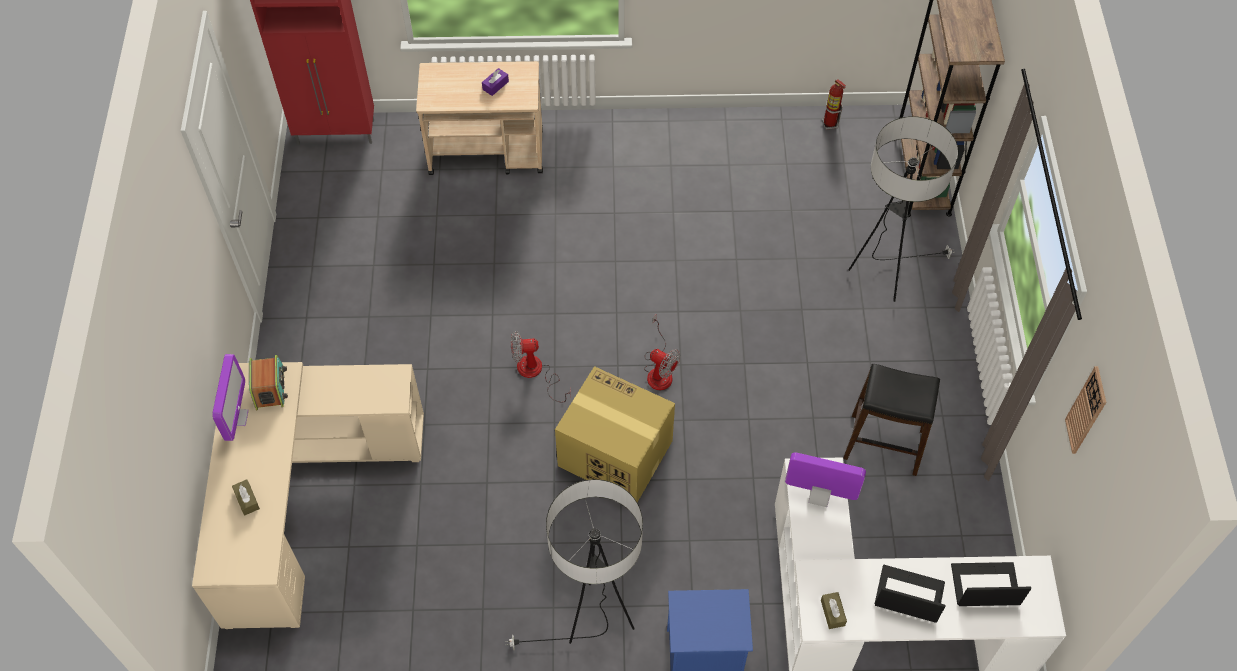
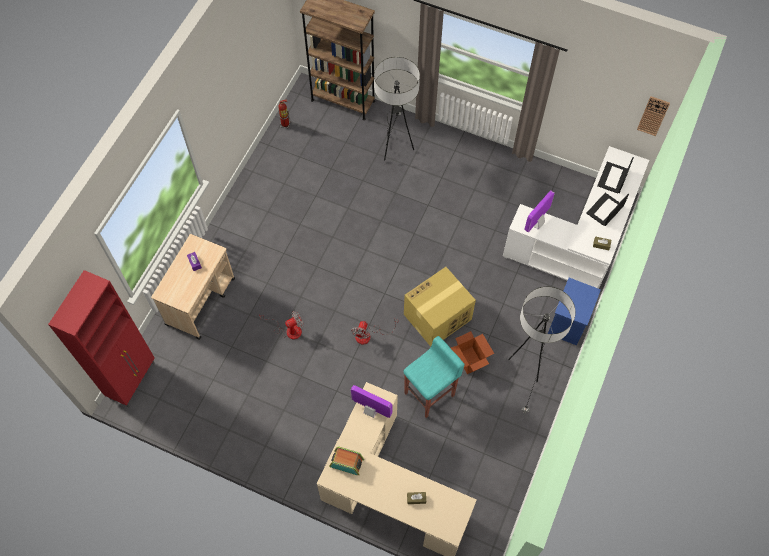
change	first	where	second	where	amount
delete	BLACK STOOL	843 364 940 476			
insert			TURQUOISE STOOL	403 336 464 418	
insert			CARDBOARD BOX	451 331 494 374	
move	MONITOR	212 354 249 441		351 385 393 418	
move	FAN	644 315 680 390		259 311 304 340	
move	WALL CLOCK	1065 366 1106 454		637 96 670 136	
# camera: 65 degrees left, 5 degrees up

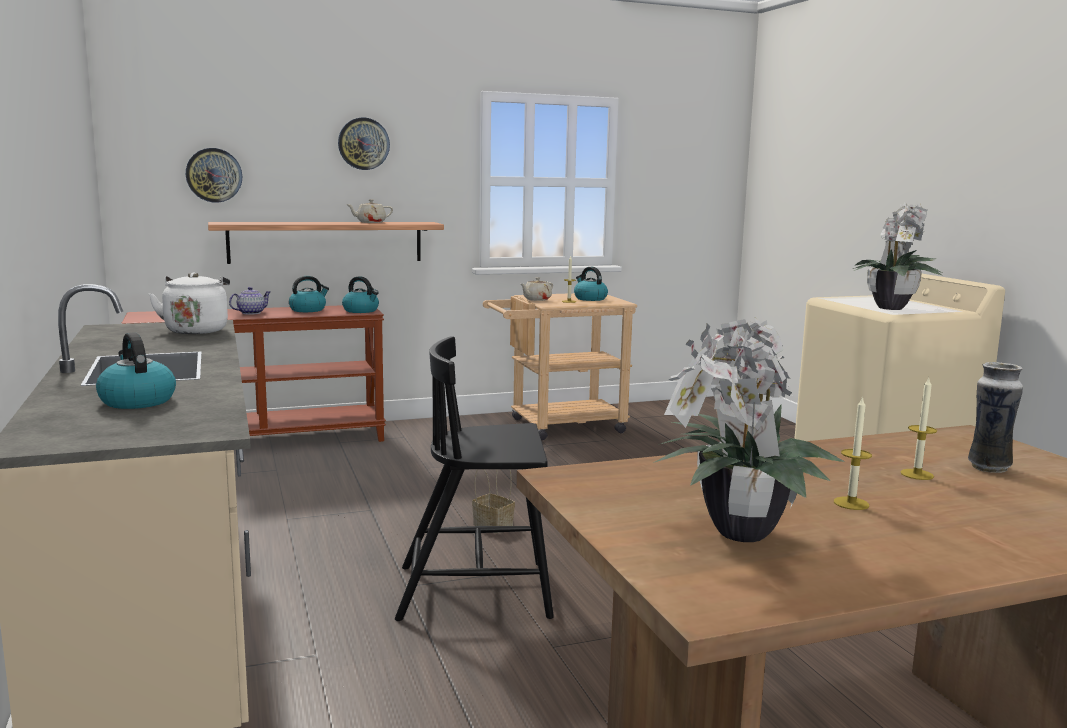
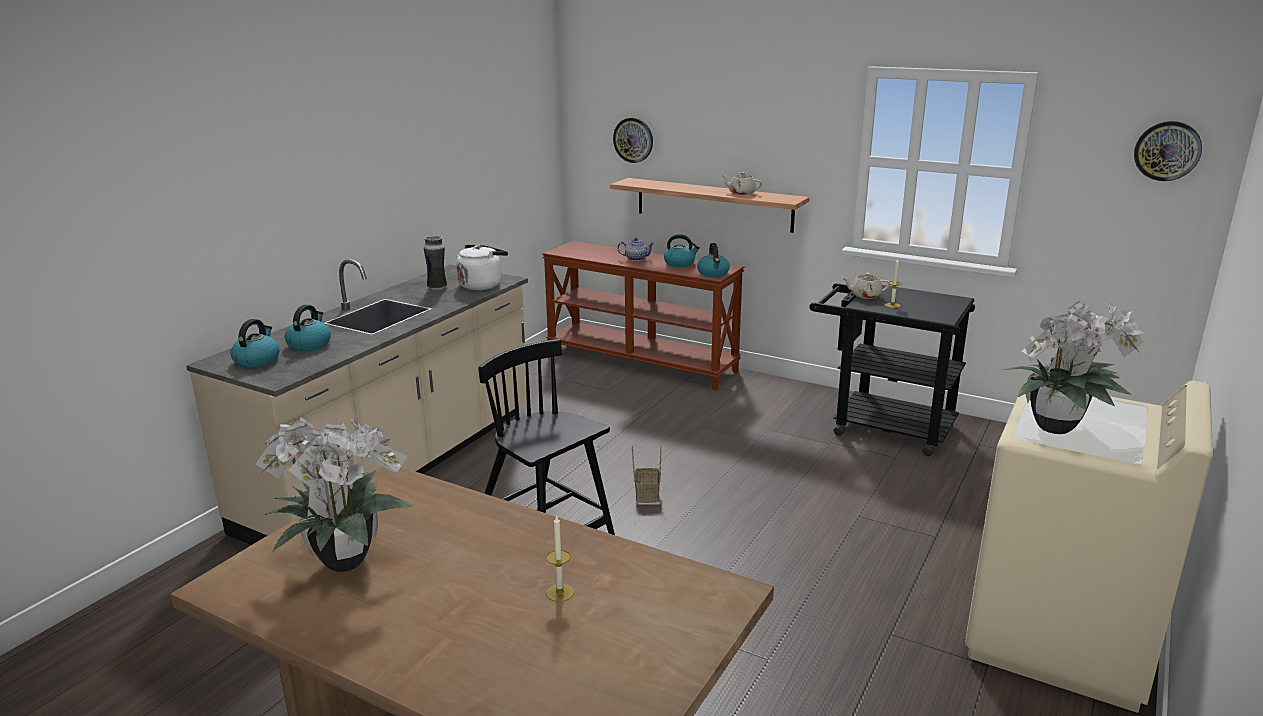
change	first	where	second	where	amount
delete	CANDLE	834 396 872 510			
move	WALL CLOCK	338 117 390 170		1134 121 1202 181	
move	KETTLE	574 267 608 301		230 319 280 368	
move	VASE	968 362 1023 473		424 235 447 291	
recolor	BEIGE CART	483 293 637 440	BLACK CART	809 283 975 456	
# camera: 50 degrees right, 10 degrees up

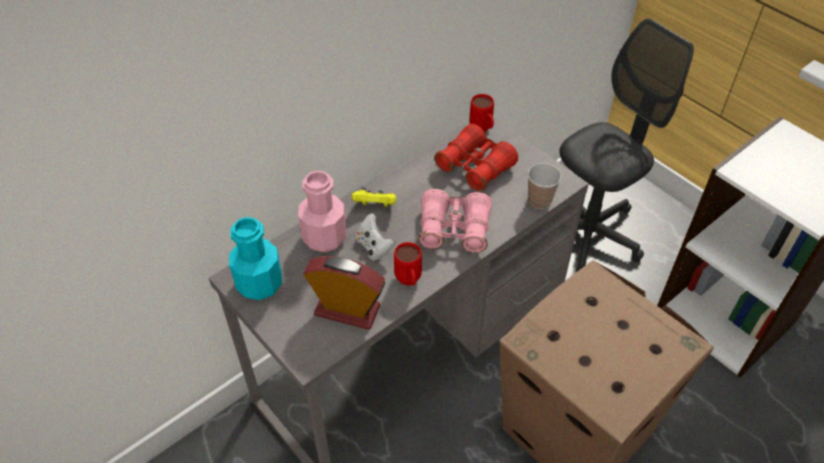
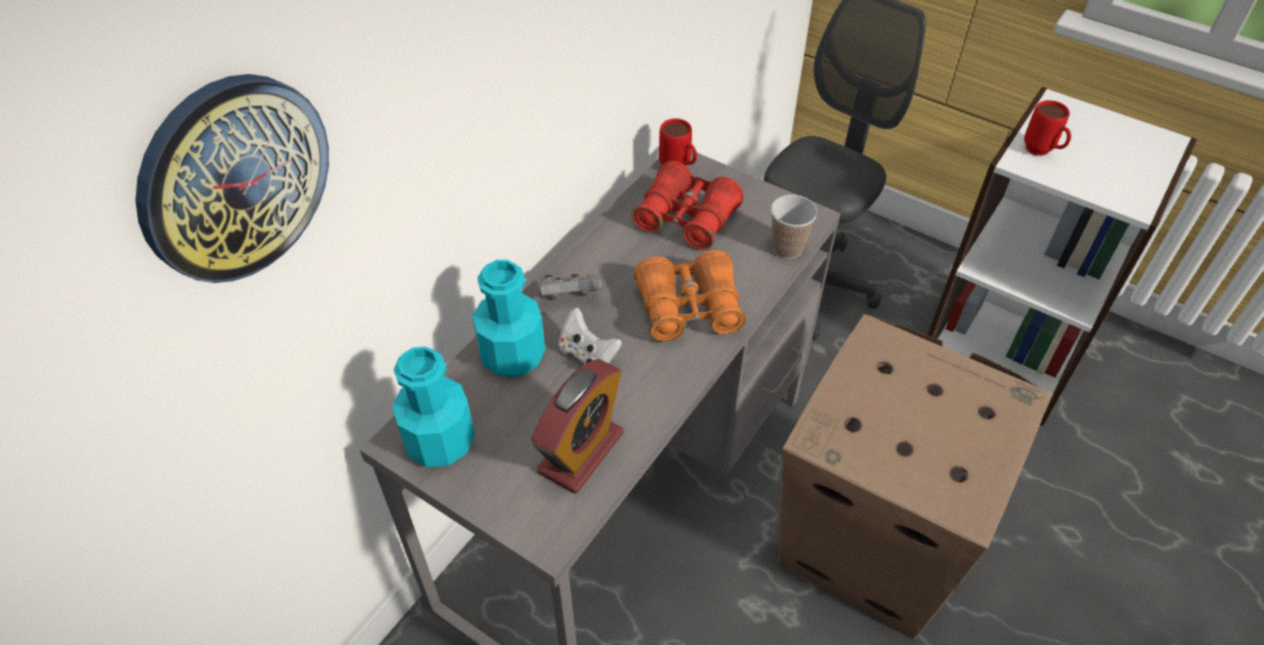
change	first	where	second	where	amount
insert			WALL CLOCK	135 74 329 283	
move	RED MUG	394 242 422 286		1024 100 1071 156	
recolor	PINK BOTTLE	298 171 346 252	TURQUOISE BOTTLE	472 260 545 377	
recolor	YELLOW GAME CONTROLLER	351 188 397 207	GREY GAME CONTROLLER	537 274 602 299	
recolor	PINK BINOCULARS	418 189 492 253	ORANGE BINOCULARS	634 250 746 342	
rotate	ALARM CLOCK	303 256 385 330		531 359 623 494	120 degrees clockwise
# camera: 15 degrees left, 0 degrees up

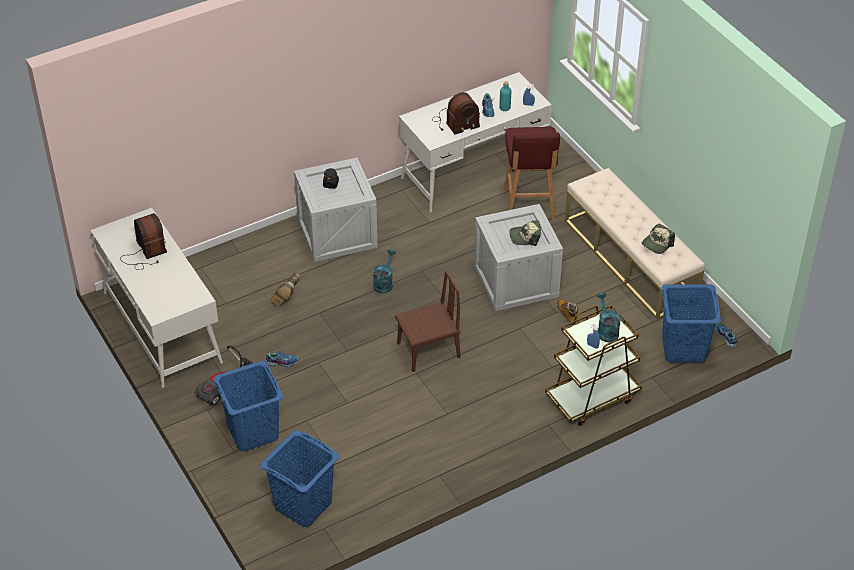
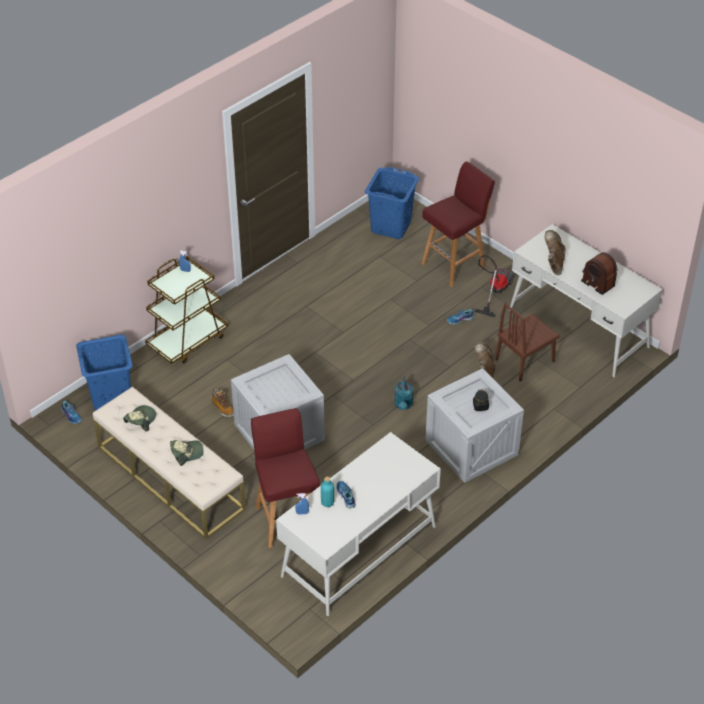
change	first	where	second	where	amount
delete	RADIO	432 92 480 134			
delete	TURQUOISE WATERING CAN	597 292 621 343			
insert			BROWN BOOT	544 230 566 275	
move	BROWN CHAIR	395 270 460 372		495 303 560 382	
move	CAP	509 220 541 246		170 440 204 466	
replace	BLUE LAUNDRY BASKET	213 361 283 452	RED STOOL	422 161 495 287	
# camera: 165 degrees right, 0 degrees up

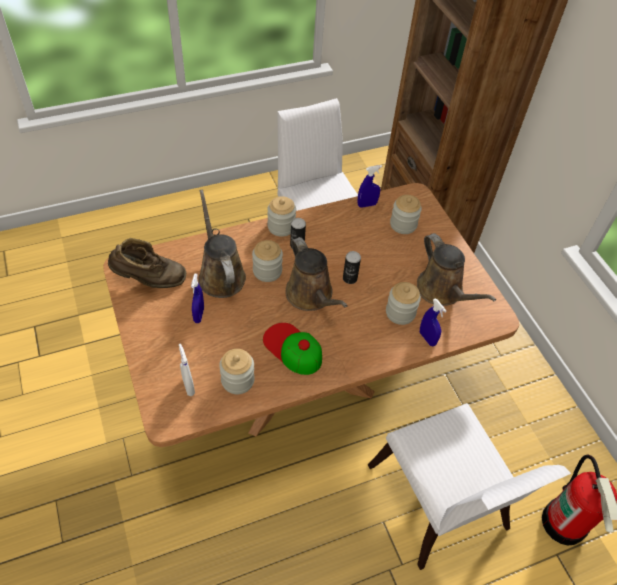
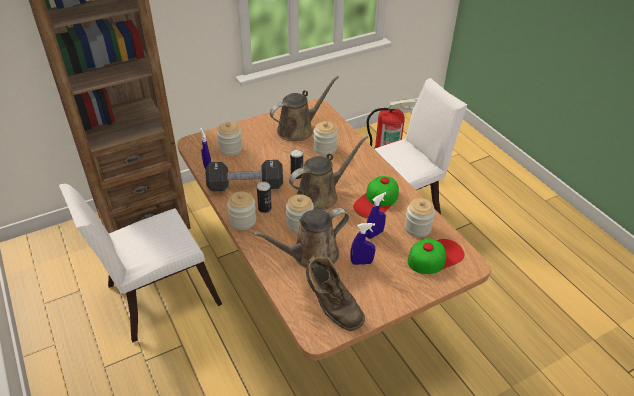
change	first	where	second	where	amount
insert			BLACK DUMBBELL	206 160 283 192	
move	BLUE SPRAY BOTTLE	420 298 446 346		366 192 386 239	
replace	WHITE SPRAY BOTTLE	179 344 195 396	CAP	408 238 464 274	
rotate	BROWN BOOT	108 238 186 288		306 256 365 331	150 degrees clockwise
# camera: 95 degrees left, 10 degrees down

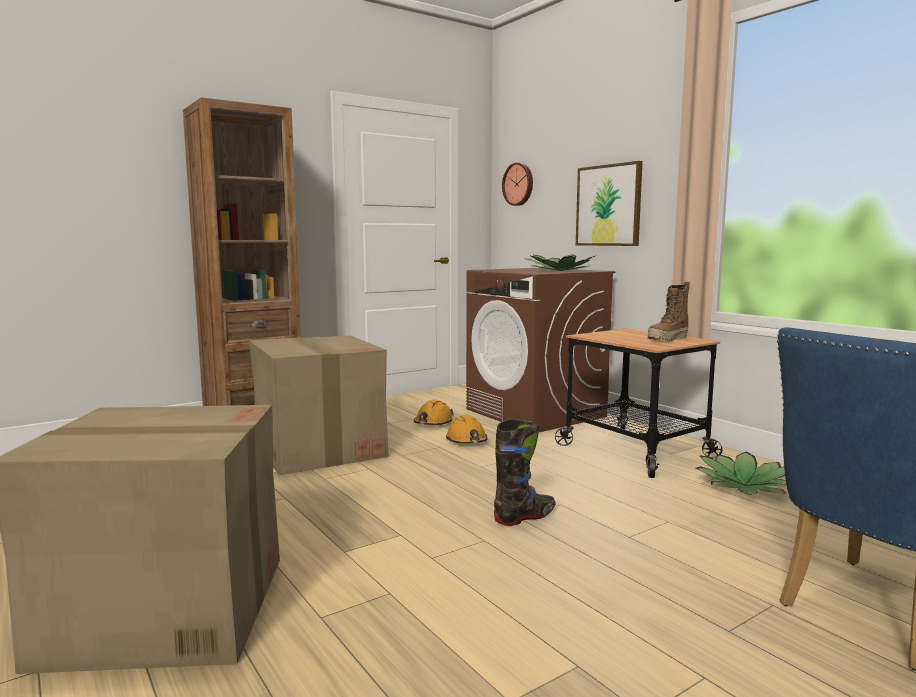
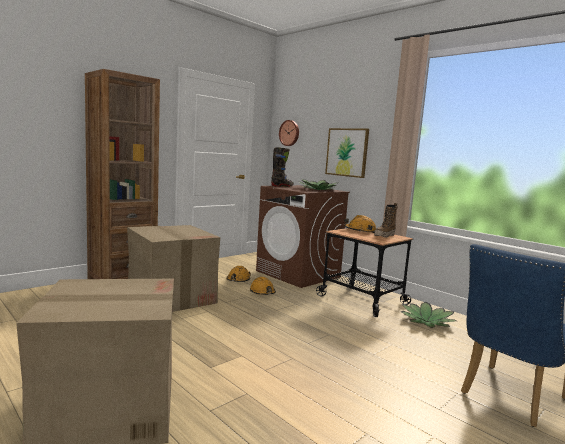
change	first	where	second	where	amount
insert			ORANGE HARD HAT	344 215 376 233	
move	BLACK BOOT	494 419 556 526		271 147 294 187	
# camera: 10 degrees left, 0 degrees up

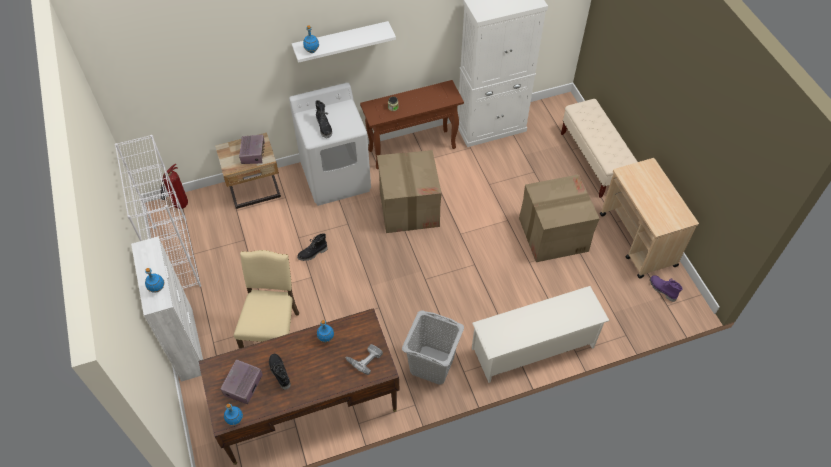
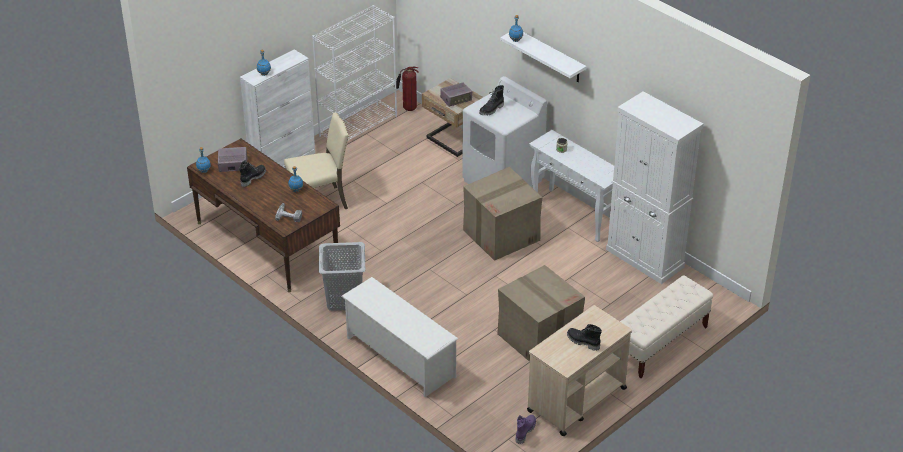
change	first	where	second	where	amount
move	BLACK BOOT	297 234 328 261		567 324 602 351	
recolor	BROWN CONSOLE TABLE	360 80 464 169	WHITE CONSOLE TABLE	529 130 614 242	
# camera: 65 degrees right, 15 degrees down

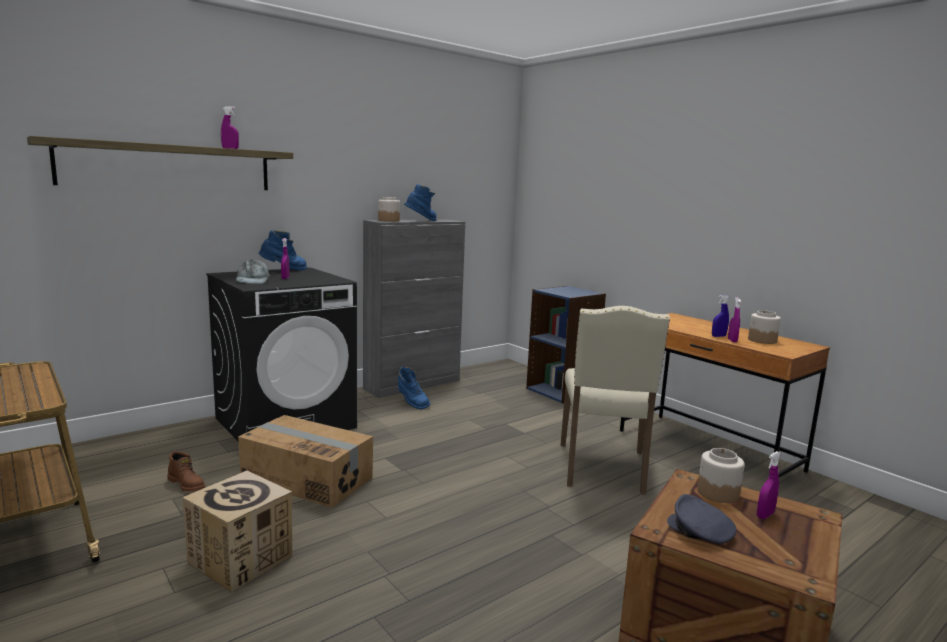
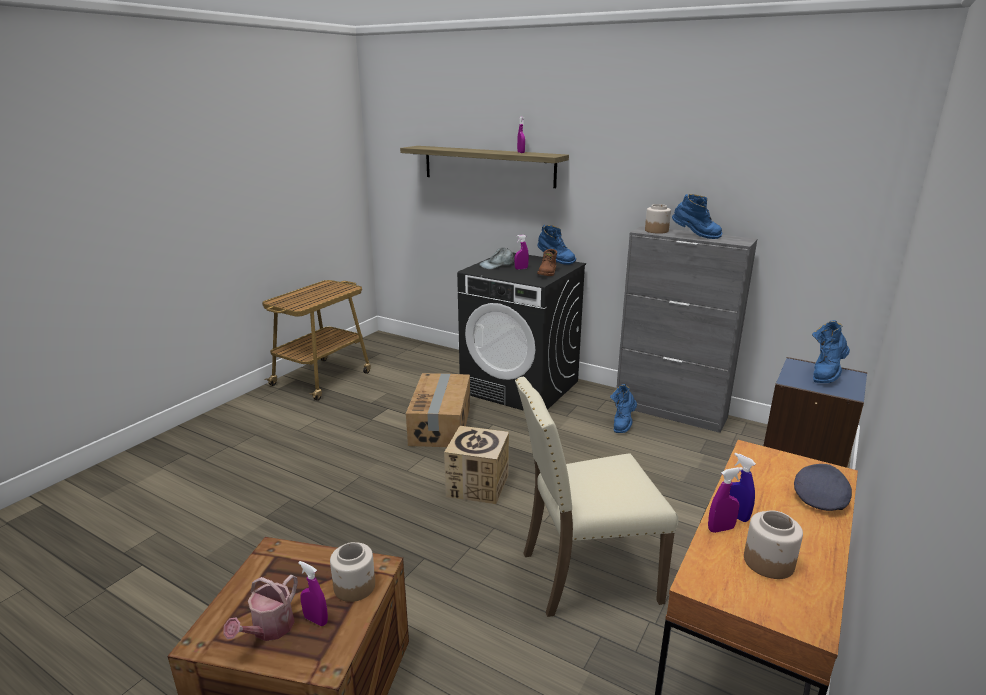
change	first	where	second	where	amount
insert			WATERING CAN	223 575 298 641	
insert			BLUE BOOT	812 320 850 383	
move	BROWN BOOT	167 451 205 491		537 249 557 276	
move	CARDBOARD BOX	183 471 292 592		444 426 509 504	
move	GREY CAP	667 494 736 544		794 464 852 511	
# camera: 70 degrees right, 10 degrees up

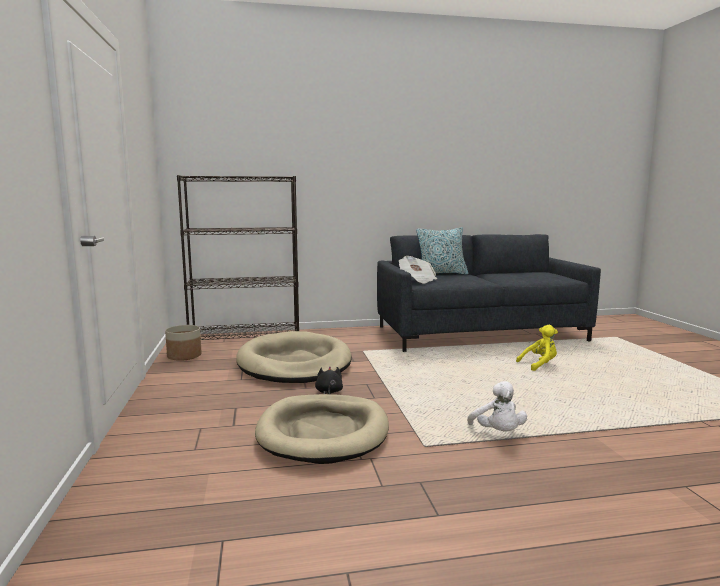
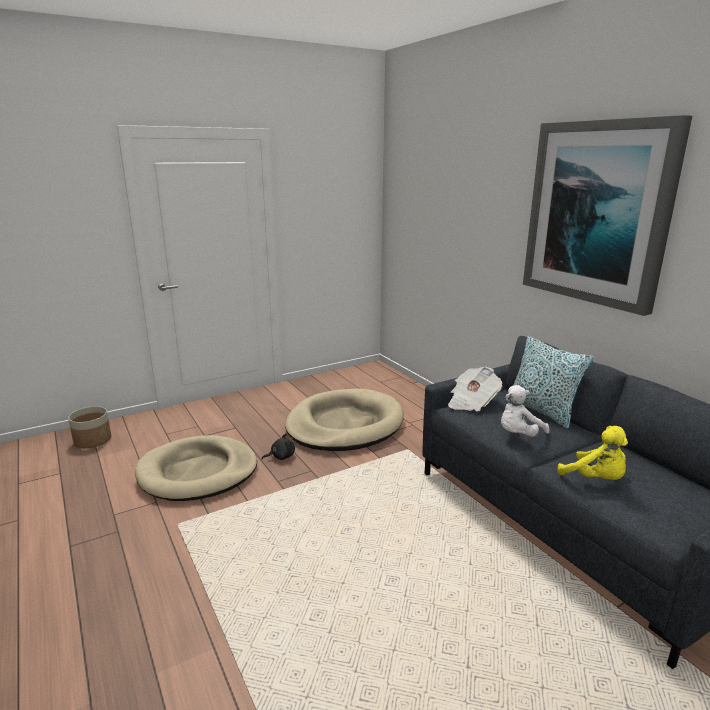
change	first	where	second	where	amount
delete	BLACK BOOKCASE	177 175 299 340			
insert			PICTURE	523 115 692 316	
move	PLANTER	165 325 202 361		68 406 111 448	
move	WHITE PLUSH TOY	467 381 527 432		501 385 549 437	
move	YELLOW PLUSH TOY	516 325 558 371		557 426 628 480	
# camera: 70 degrees right, 10 degrees up

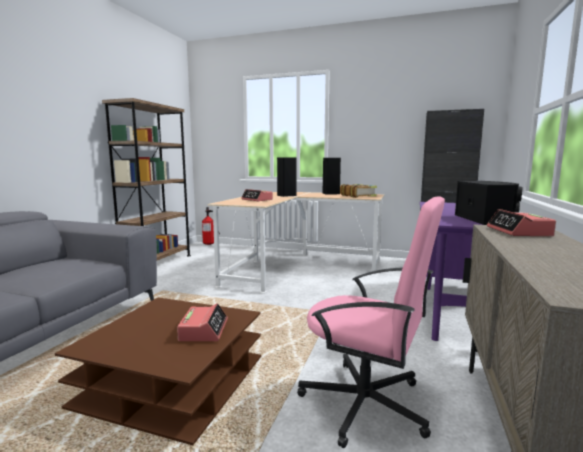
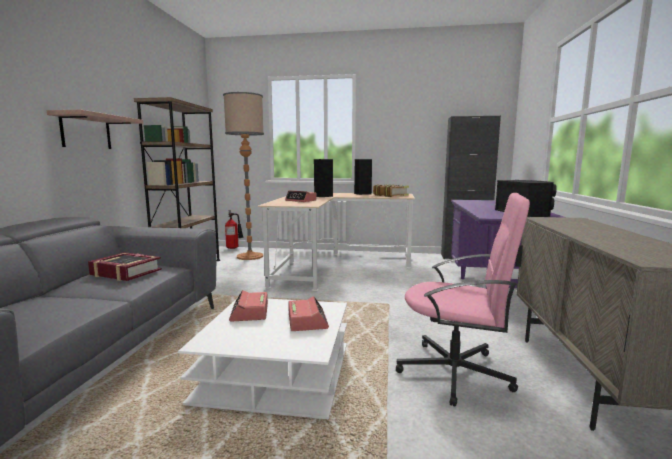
change	first	where	second	where	amount
insert			SHELF	47 110 143 149	
insert			BOOK	88 252 162 281	
insert			FLOOR LAMP	223 92 264 260	
move	ALARM CLOCK	487 209 556 236		229 290 268 321	
recolor	BROWN COFFEE TABLE	55 298 261 446	WHITE COFFEE TABLE	178 299 347 419	
# camera: 10 degrees left, 0 degrees up

